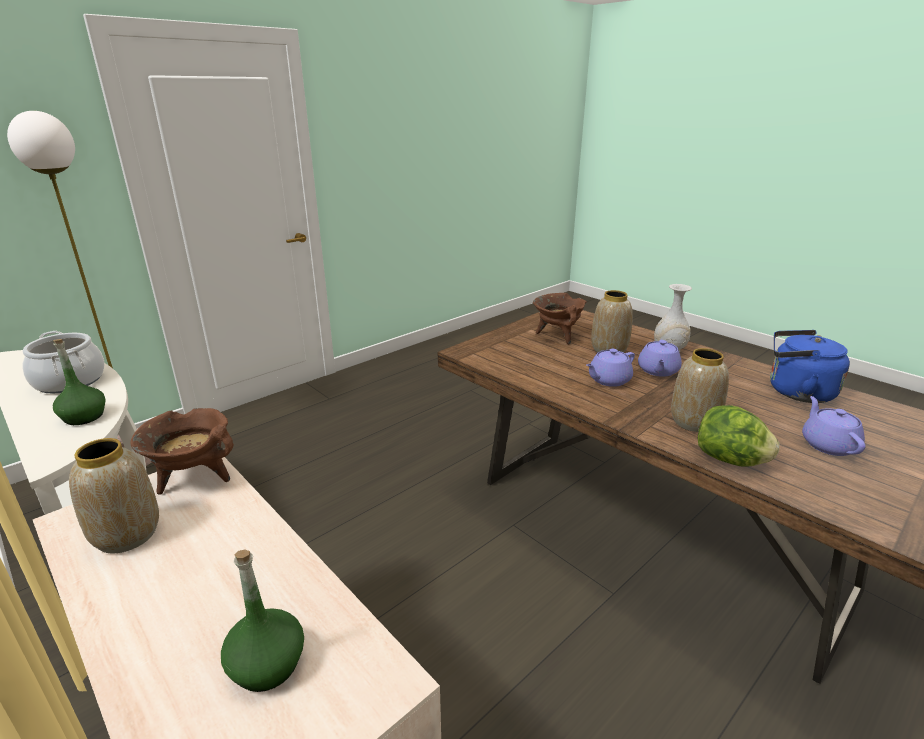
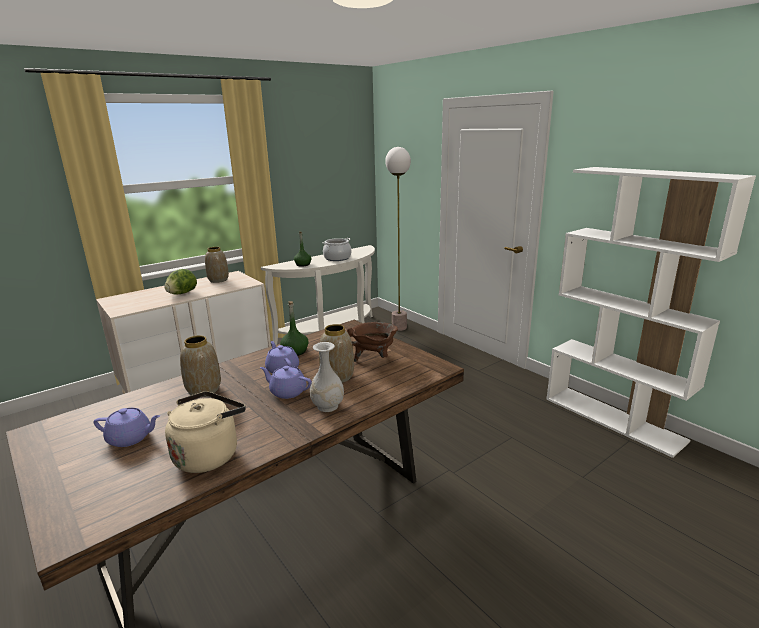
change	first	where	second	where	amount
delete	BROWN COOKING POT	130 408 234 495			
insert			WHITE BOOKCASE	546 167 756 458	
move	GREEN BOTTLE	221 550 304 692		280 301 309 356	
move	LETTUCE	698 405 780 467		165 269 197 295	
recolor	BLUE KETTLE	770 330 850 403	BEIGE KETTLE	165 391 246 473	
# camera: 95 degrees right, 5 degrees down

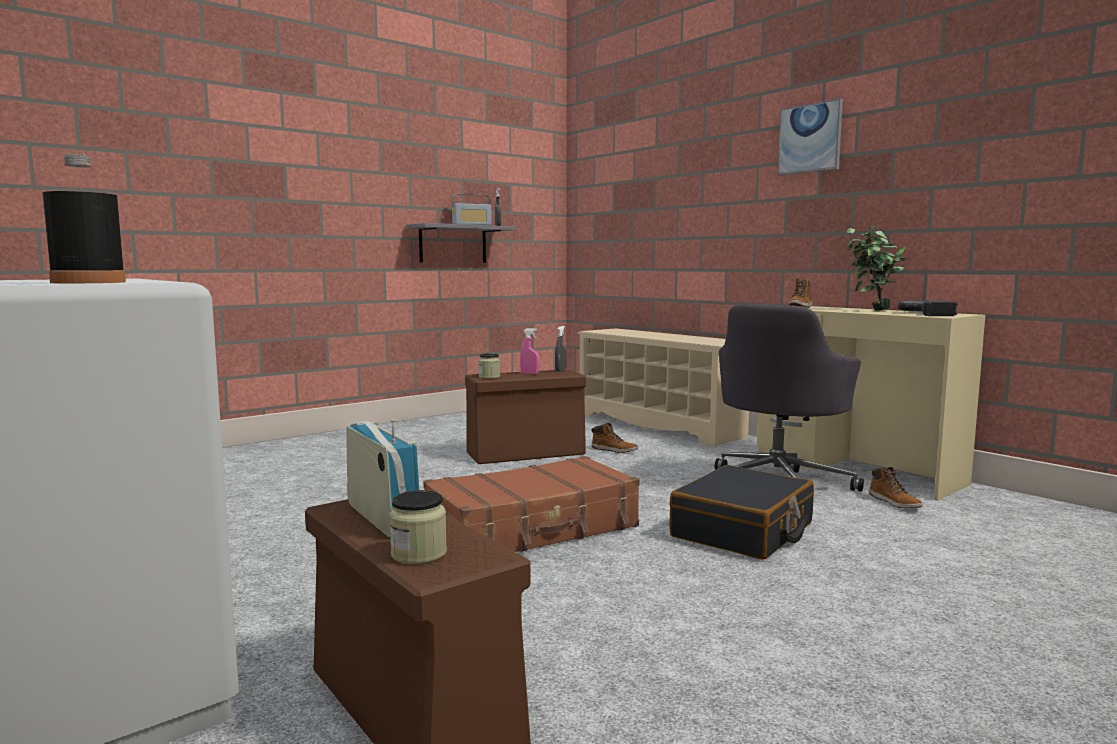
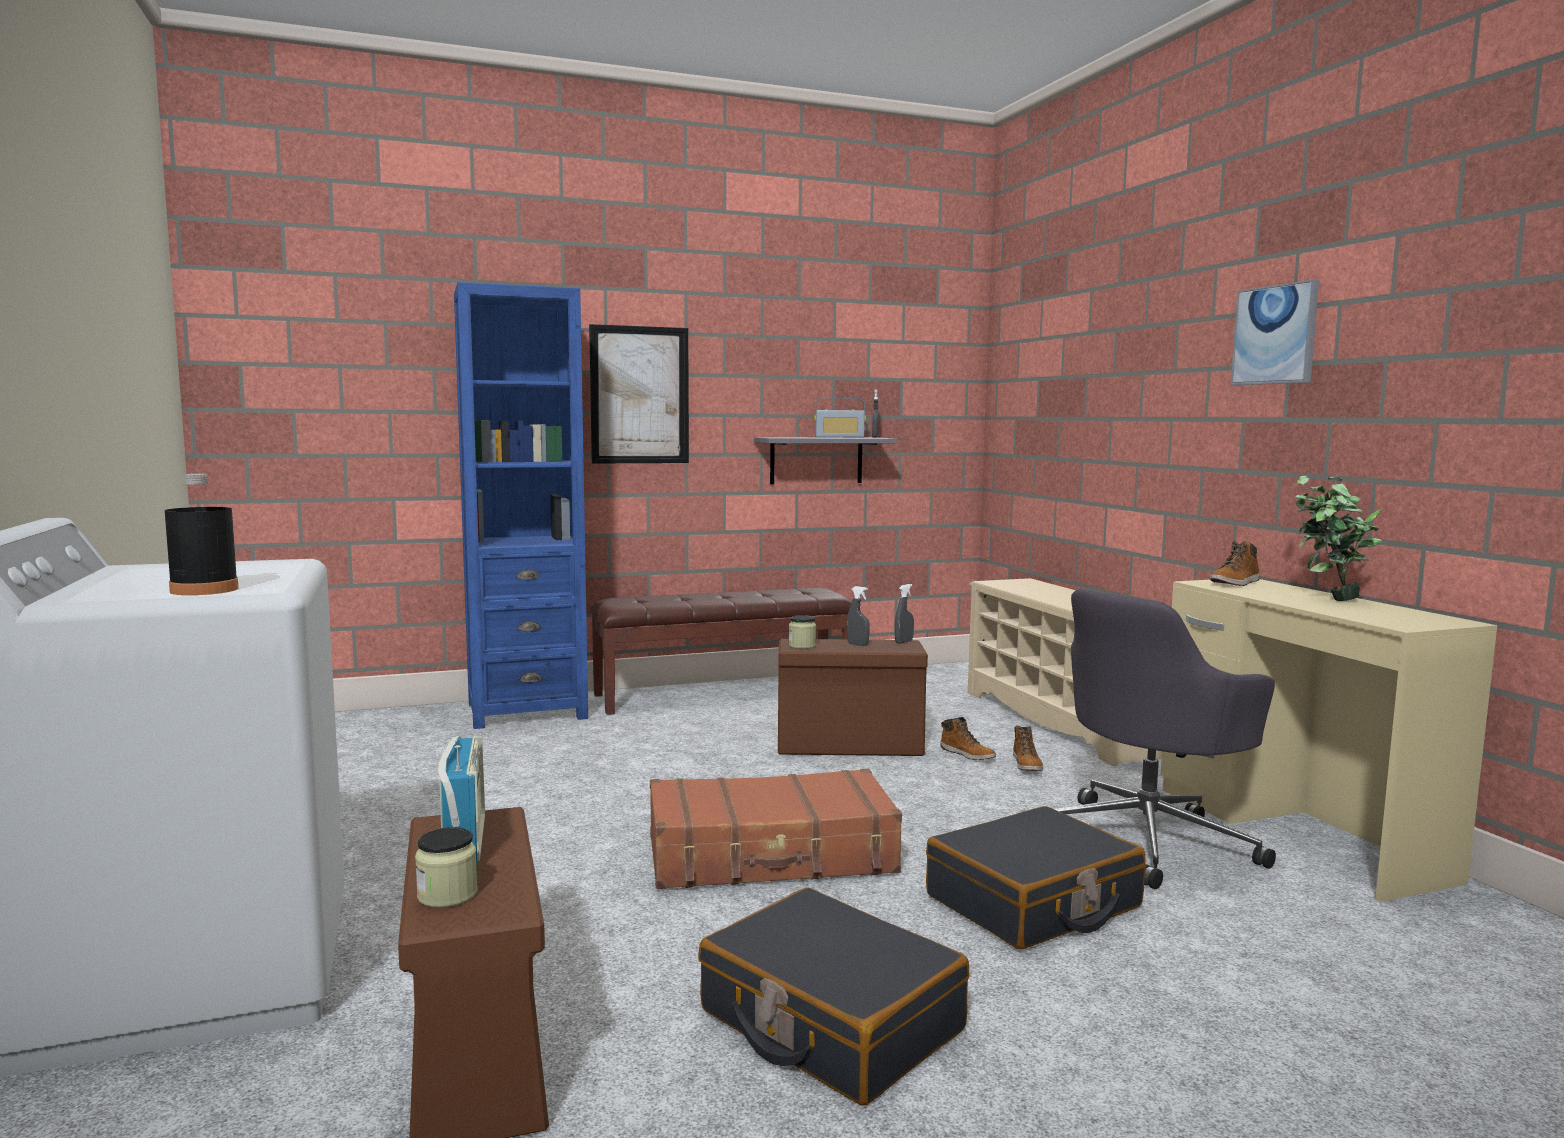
change	first	where	second	where	amount
delete	POWER DRILL	898 300 958 316			
insert			BLUE BOOKCASE	454 282 588 729	
insert			PICTURE	589 324 689 464	
insert			BROWN BENCH	590 588 852 715	
insert			BLACK SUITCASE	698 887 969 1106	
move	BOOT	869 467 923 508		1013 726 1043 771	
recolor	PINK SPRAY BOTTLE	520 328 539 375	GREY SPRAY BOTTLE	847 586 870 646	
# camera: 20 degrees right, 0 degrees up

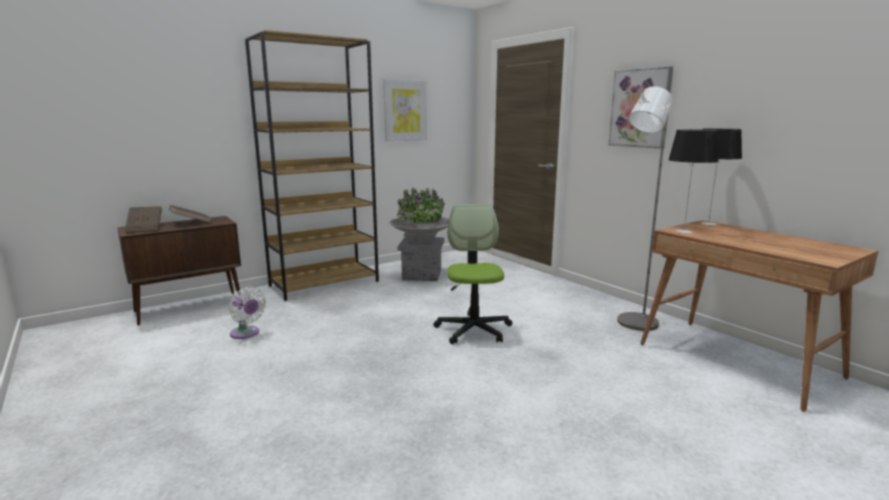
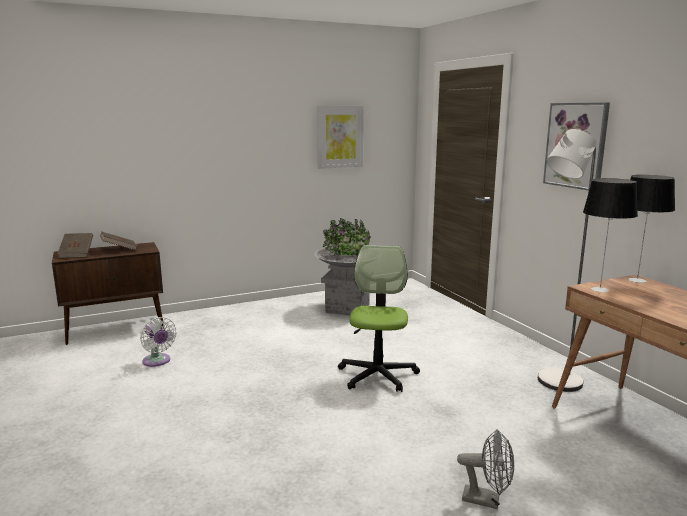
change	first	where	second	where	amount
delete	BROWN BOOKCASE	245 30 379 301			
insert			GREY FAN	457 429 514 509	
# camera: 10 degrees right, 0 degrees up

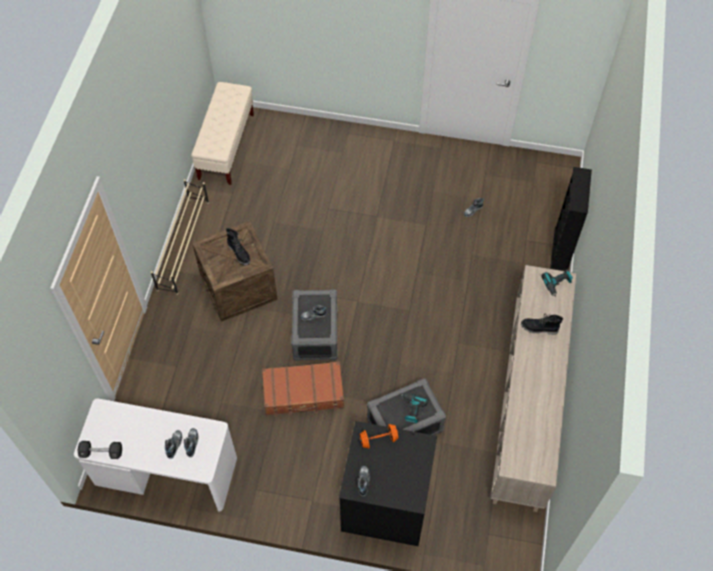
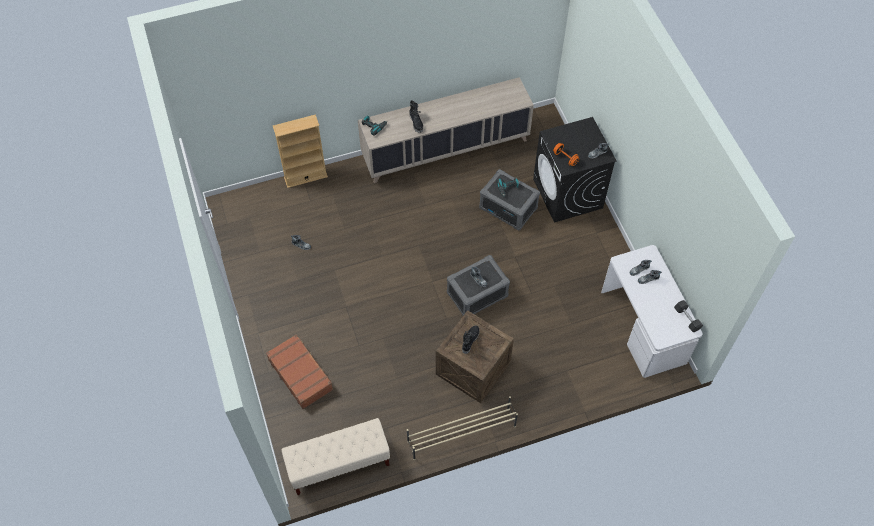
change	first	where	second	where	amount
move	BROWN SUITCASE	262 361 344 416		266 334 333 409	
recolor	BLACK BOOKCASE	550 167 592 271	BEIGE BOOKCASE	273 114 328 188	
# camera: 120 degrees left, 0 degrees up

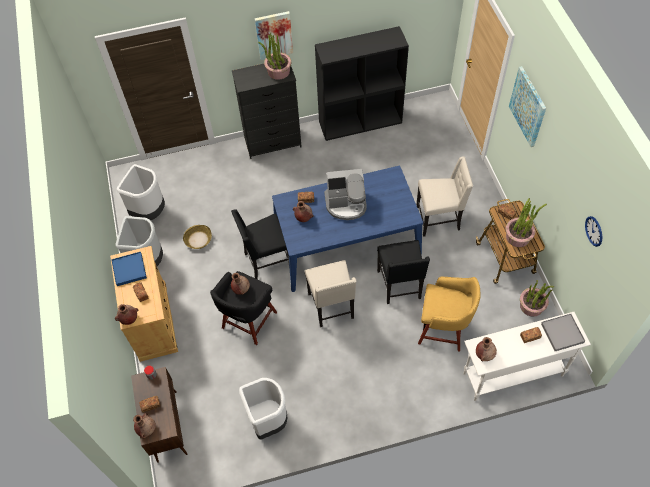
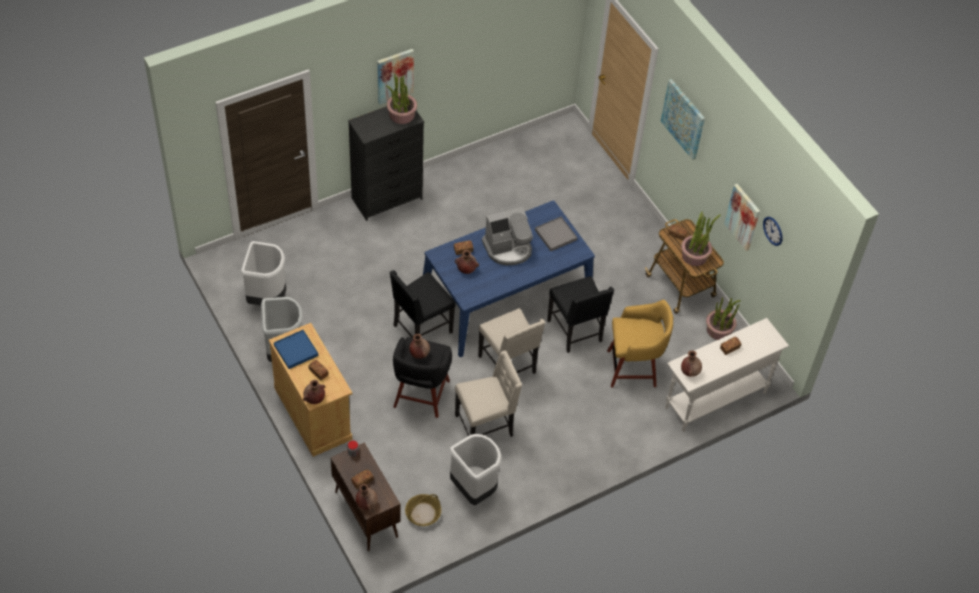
change	first	where	second	where	amount
delete	BLACK BOOKCASE	315 26 409 141			
insert			PICTURE	724 184 760 251	
move	BASKET	183 225 212 249		405 494 441 526	
move	BEIGE CHAIR	416 156 473 237		455 351 522 437	
move	GREY TRAY	541 314 585 351		535 217 577 251	
# camera: 20 degrees left, 5 degrees down

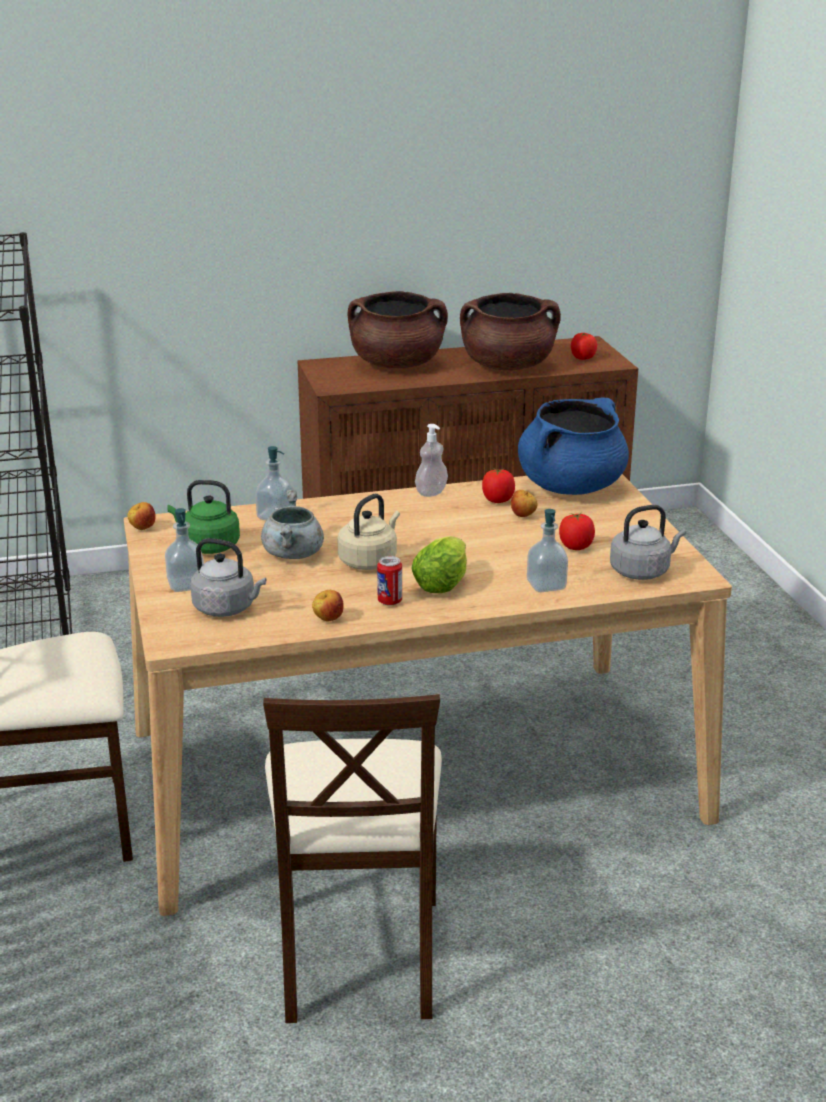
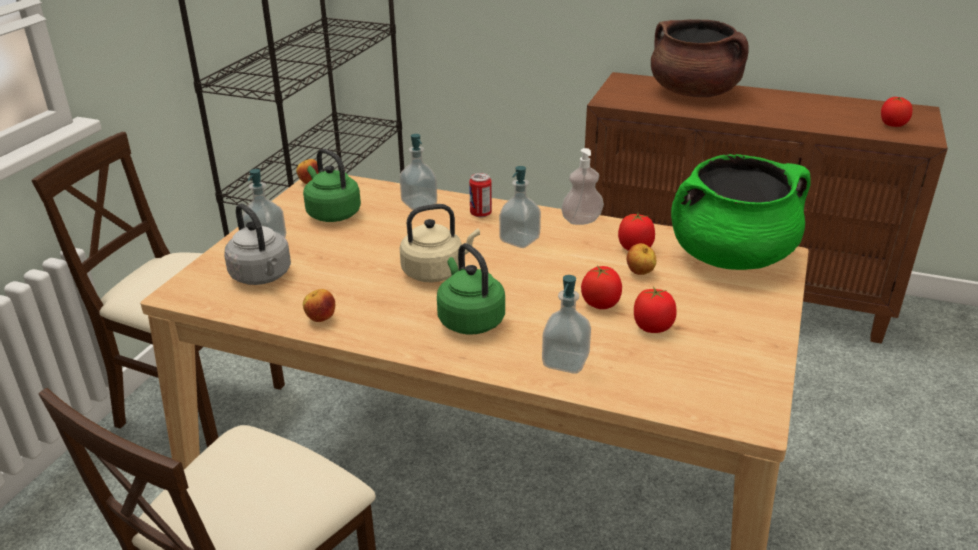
change	first	where	second	where	amount
delete	GREY COOKING POT	261 490 324 559			
delete	BROWN COOKING POT	460 293 561 370			
delete	GREY KETTLE	610 505 686 580			
insert			SOAP DISPENSER	499 166 541 248	
insert			TOMATO	581 266 622 309	
move	CAN	377 556 402 606		469 173 492 217	
replace	LETTUCE	411 536 467 593	GREEN KETTLE	437 243 505 335	
recolor	BLUE COOKING POT	518 398 629 495	GREEN COOKING POT	671 154 811 270	
# camera: 35 degrees right, 5 degrees up

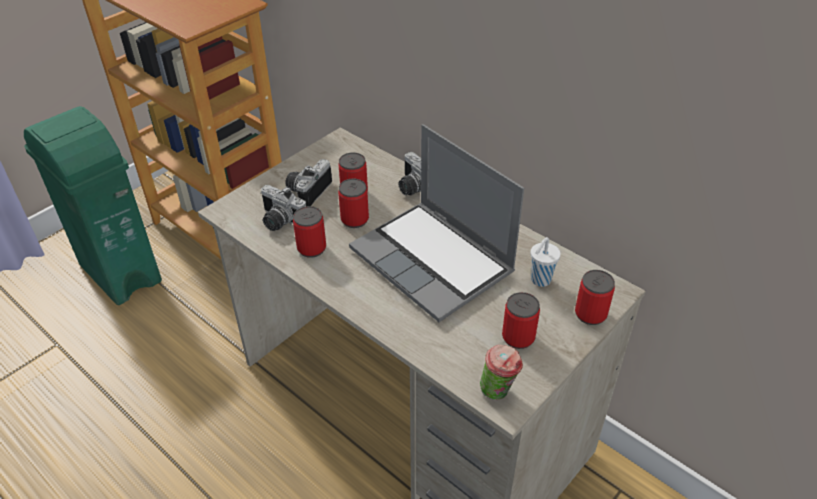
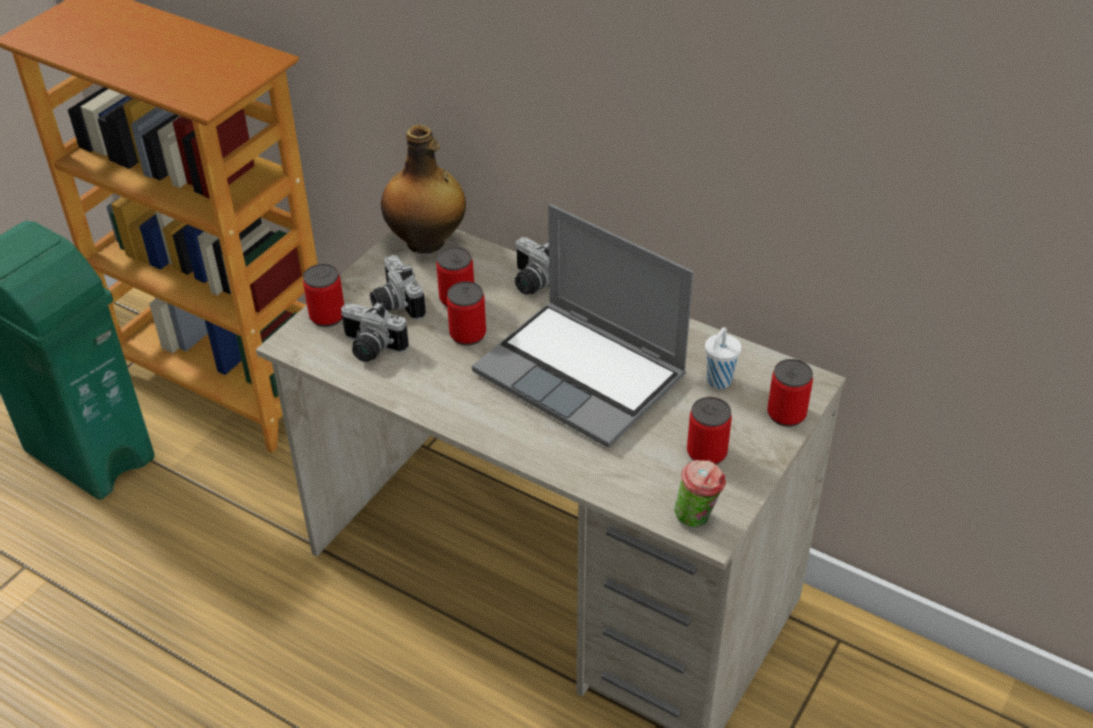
change	first	where	second	where	amount
insert			BOTTLE	381 125 466 253	
move	CAN	293 206 326 258		303 264 344 327	
rotate	PHOTO CAMERA	285 159 332 206		370 255 426 320	45 degrees counterclockwise
# camera: 10 degrees left, 0 degrees up

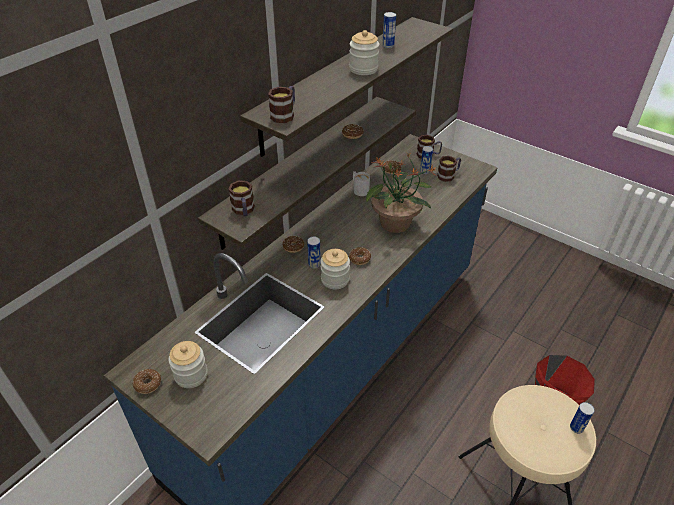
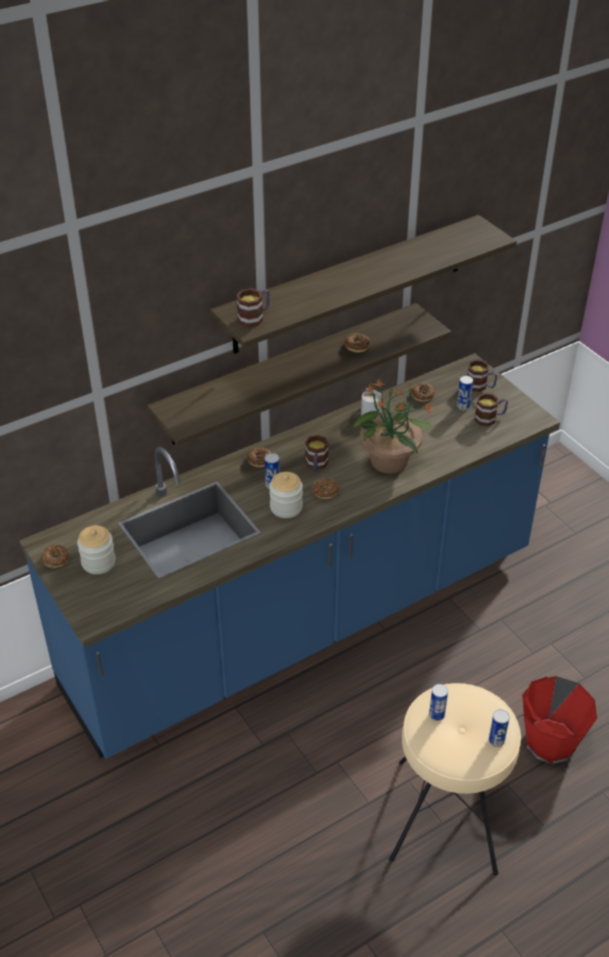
change	first	where	second	where	amount
delete	JAR	349 30 379 75			
move	MUG	229 180 255 216		305 435 329 472	
move	CAN	382 12 396 48		429 684 448 721	
# camera: 20 degrees right, 0 degrees up

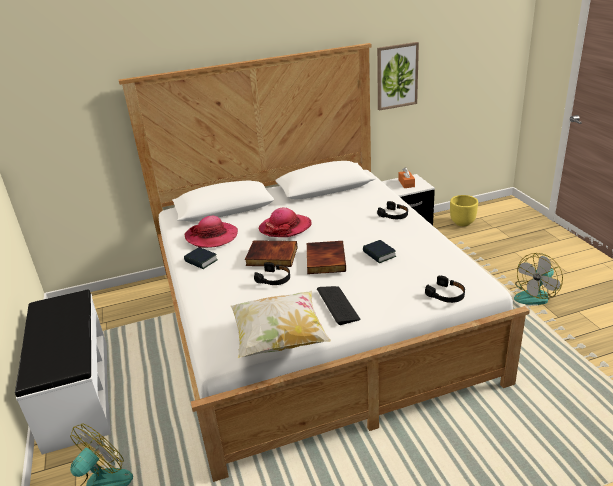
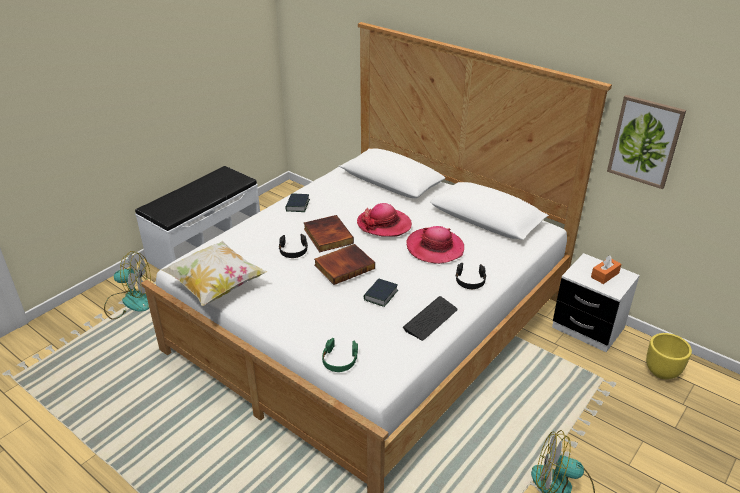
change	first	where	second	where	amount
move	HAT	185 216 238 248		407 226 464 264	
move	KEYBOARD	317 286 361 325		403 296 458 341	
recolor	BLACK HEADPHONES	425 276 465 303	GREEN HEADPHONES	322 338 358 372	
# camera: 55 degrees right, 5 degrees up

